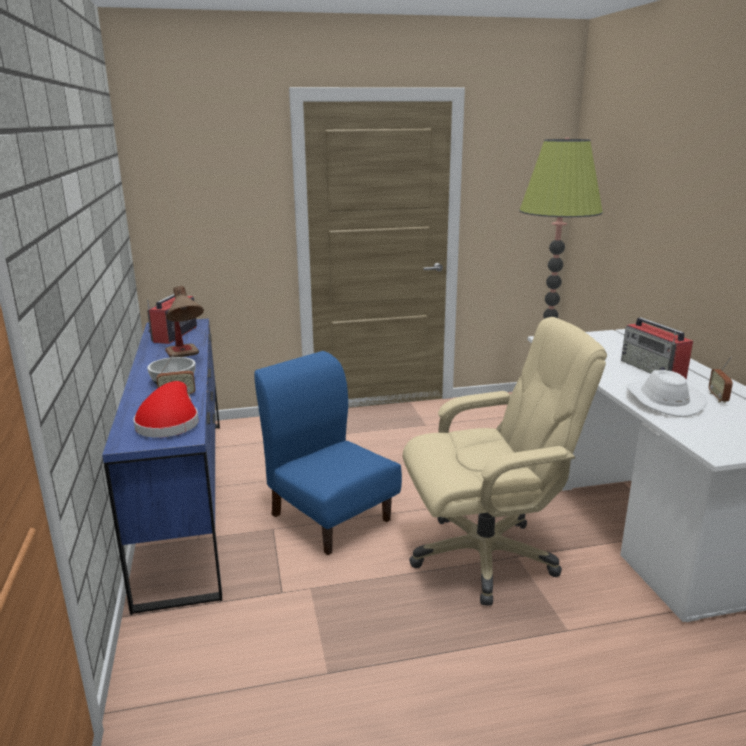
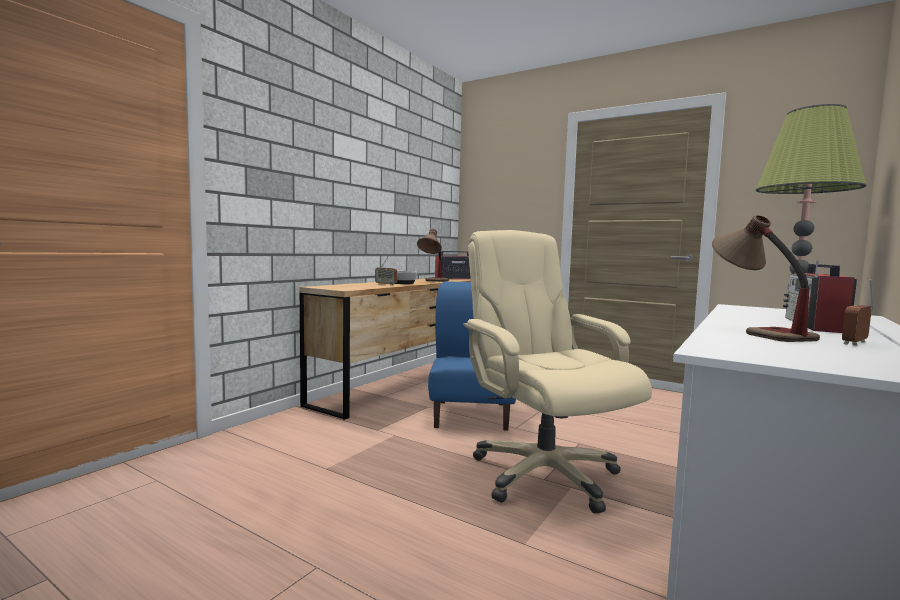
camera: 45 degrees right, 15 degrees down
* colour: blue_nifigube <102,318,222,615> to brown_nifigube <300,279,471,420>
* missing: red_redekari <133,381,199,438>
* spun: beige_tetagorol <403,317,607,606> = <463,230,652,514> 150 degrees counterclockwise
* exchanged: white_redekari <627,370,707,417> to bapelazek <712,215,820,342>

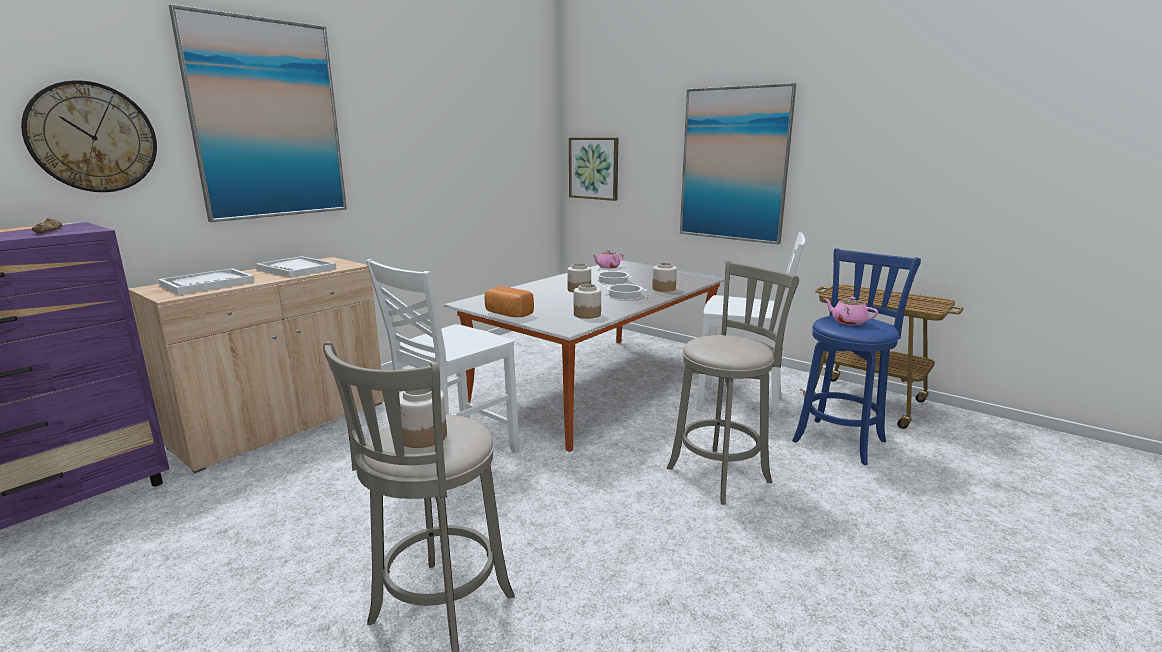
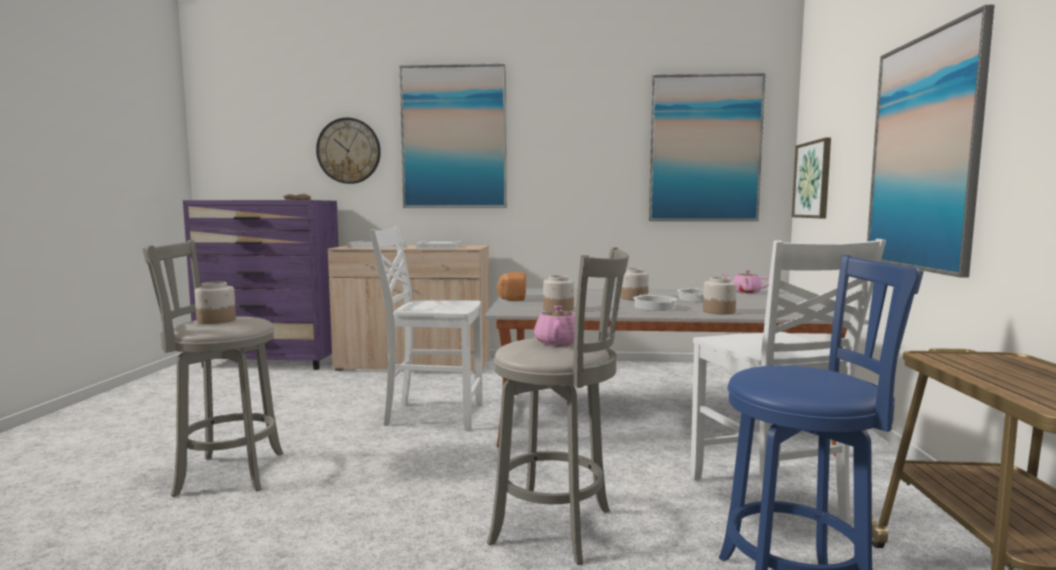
camera: 55 degrees right, 10 degrees down
* relocated: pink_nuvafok <824,297,878,325> to <534,306,576,346>
* appeared: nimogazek <649,73,766,221>

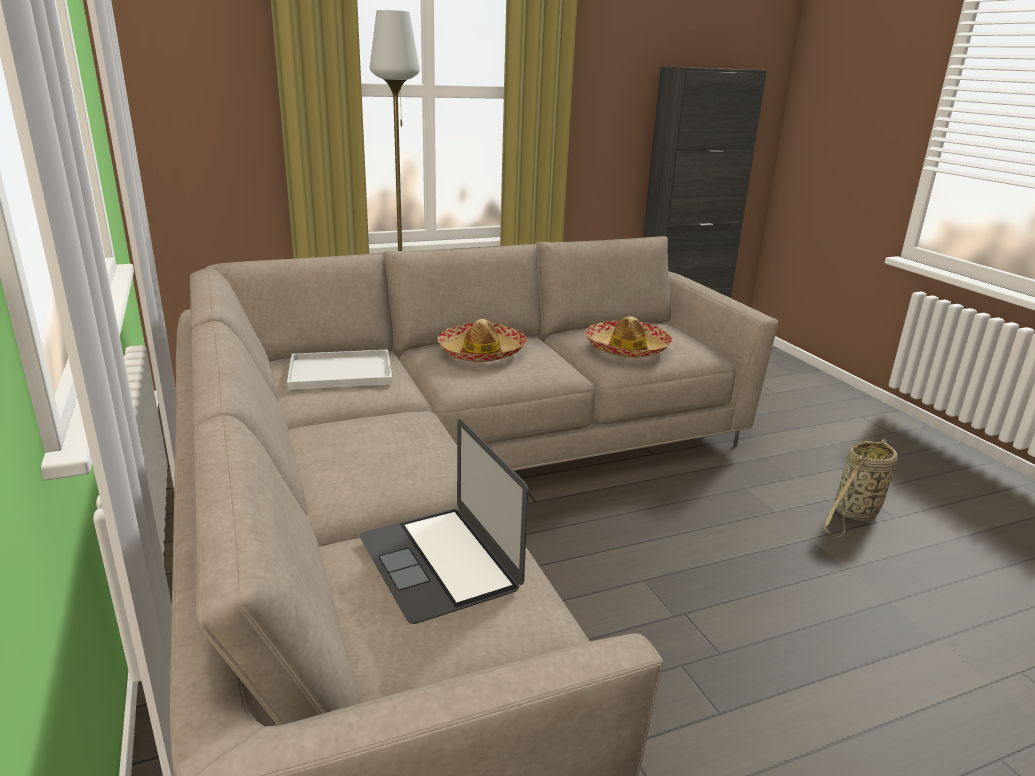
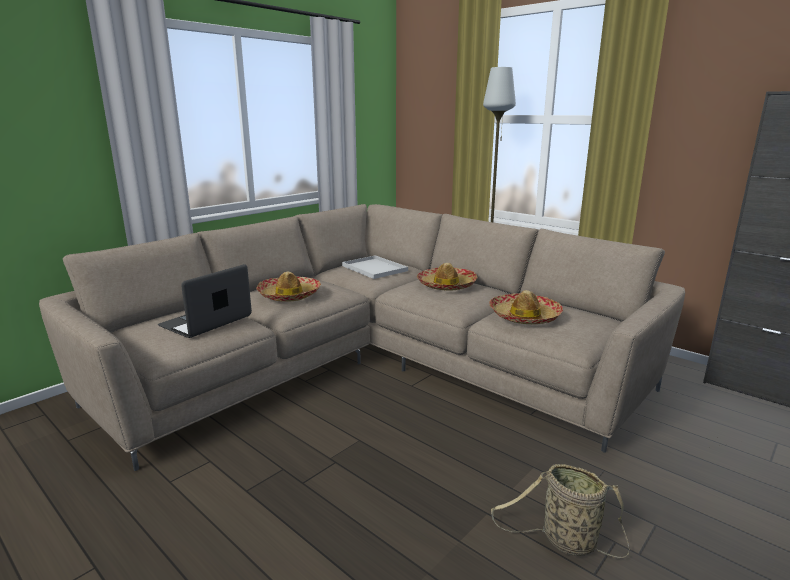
camera: 65 degrees right, 5 degrees down
* appeared: redekari <256,272,321,302>

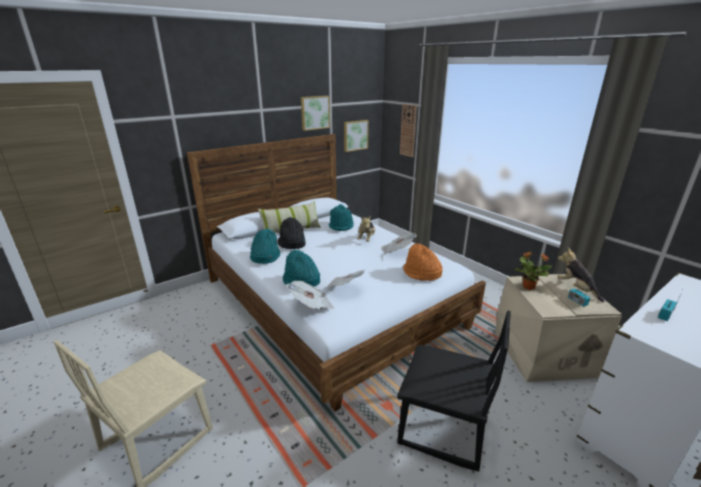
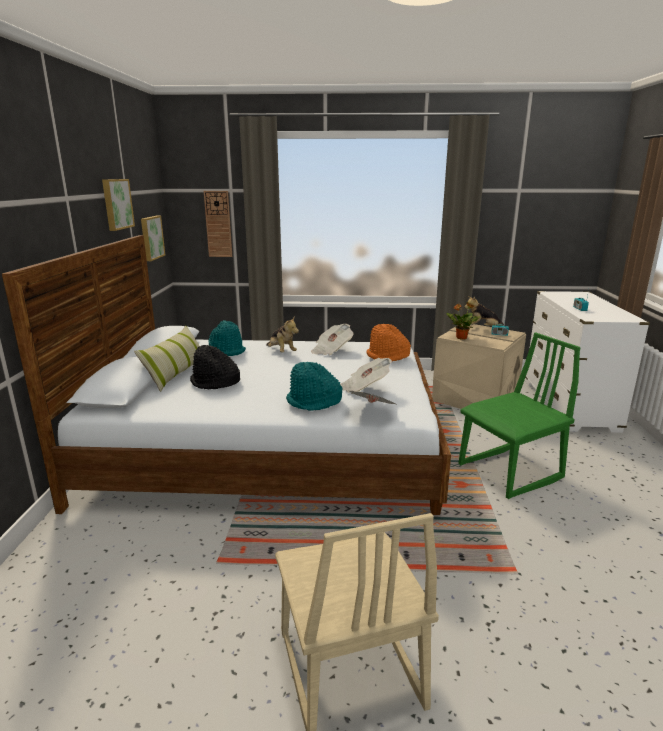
camera: 50 degrees left, 5 degrees down
* missing: turquoise_redekari <250,229,280,264>
* colour: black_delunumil <397,311,511,472> to green_delunumil <458,333,581,499>

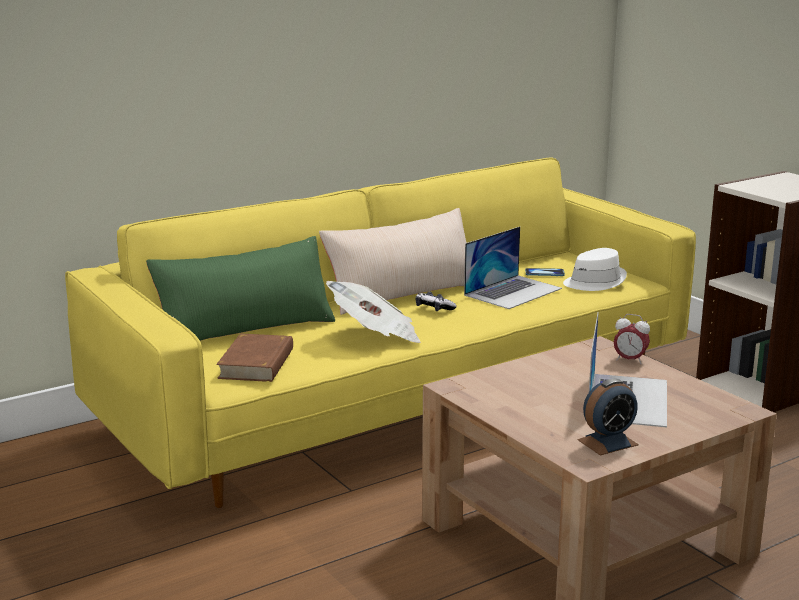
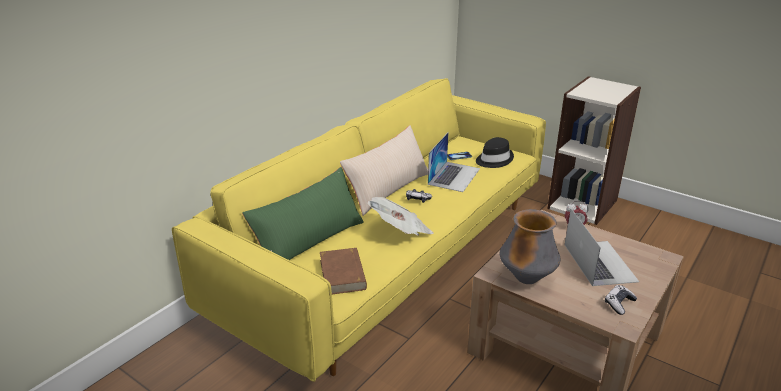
camera: 20 degrees left, 10 degrees up
* colour: white_redekari <563,248,627,291> to black_redekari <476,137,514,168>
* exchanged: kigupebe <578,379,639,455> to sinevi <605,285,637,315>
* appeared: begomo <500,209,561,284>

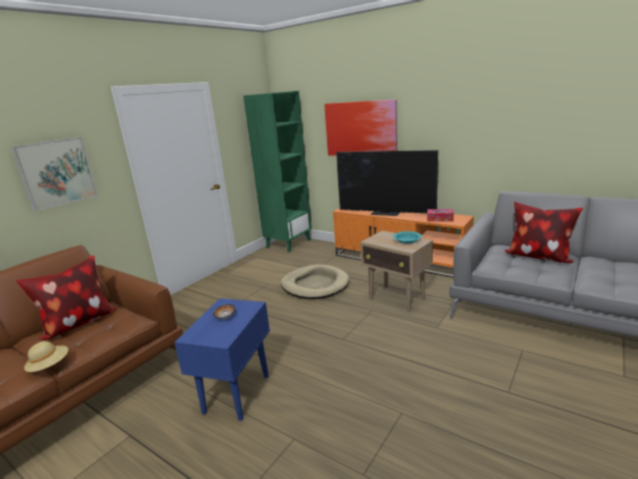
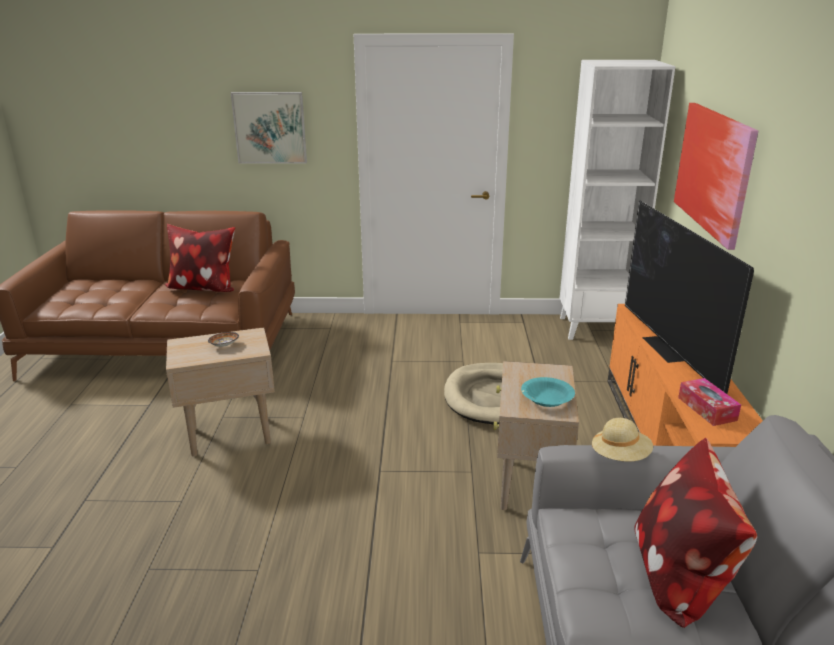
camera: 55 degrees right, 5 degrees up
* relocated: beige_redekari <24,341,68,372> to <592,418,653,462>
* colour: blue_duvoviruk <174,298,270,421> to beige_duvoviruk <166,327,275,457>
* colour: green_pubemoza <243,91,312,252> to white_pubemoza <560,60,676,340>

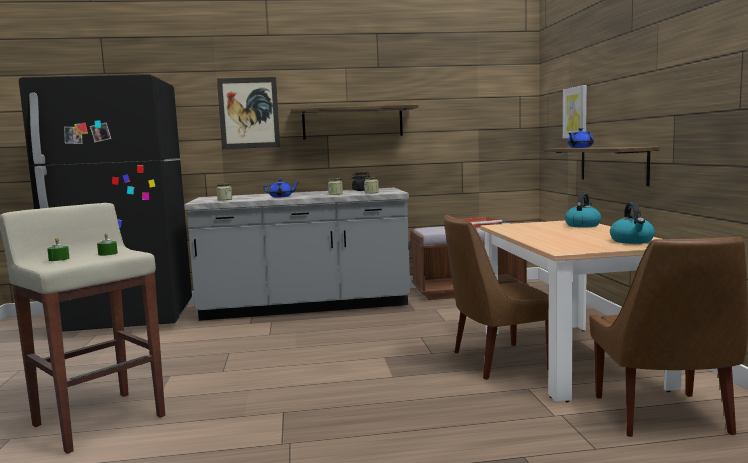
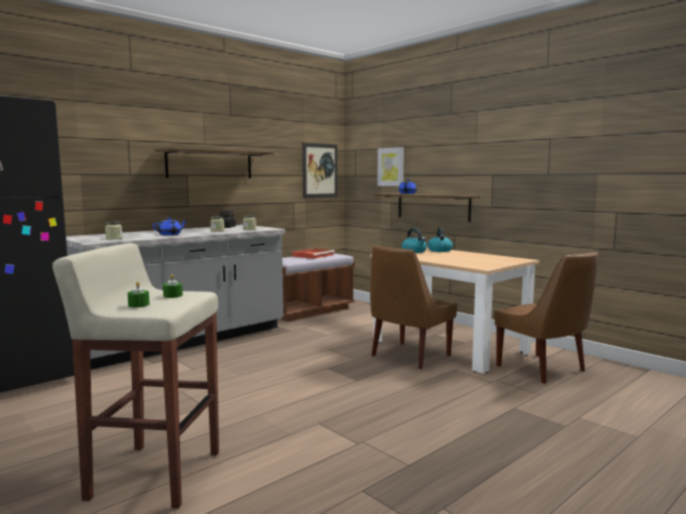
camera: 35 degrees left, 0 degrees up
* relocated: nimogazek <217,77,280,149> to <302,143,338,198>
* relocated: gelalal <610,202,655,244> to <402,228,427,253>

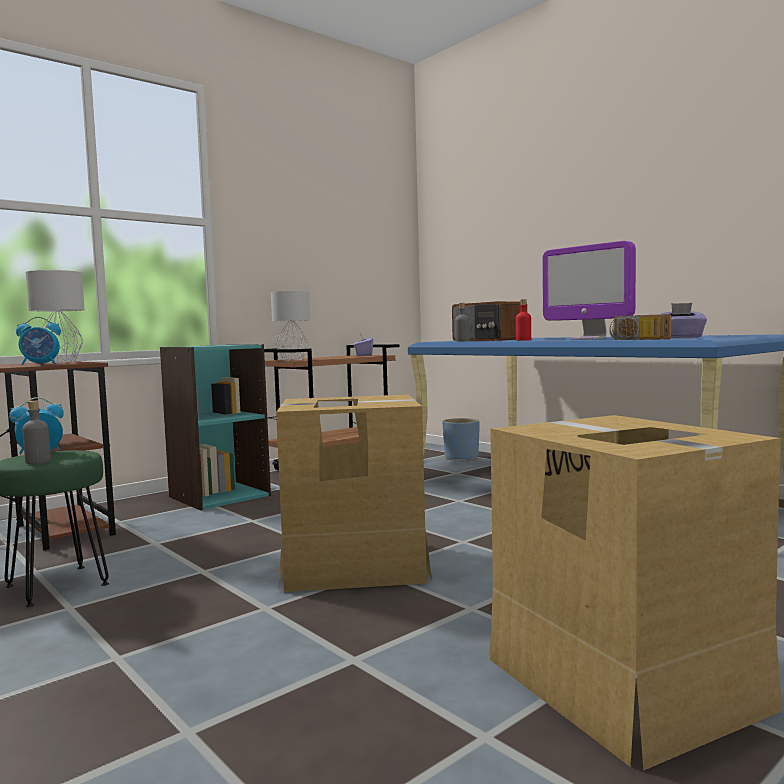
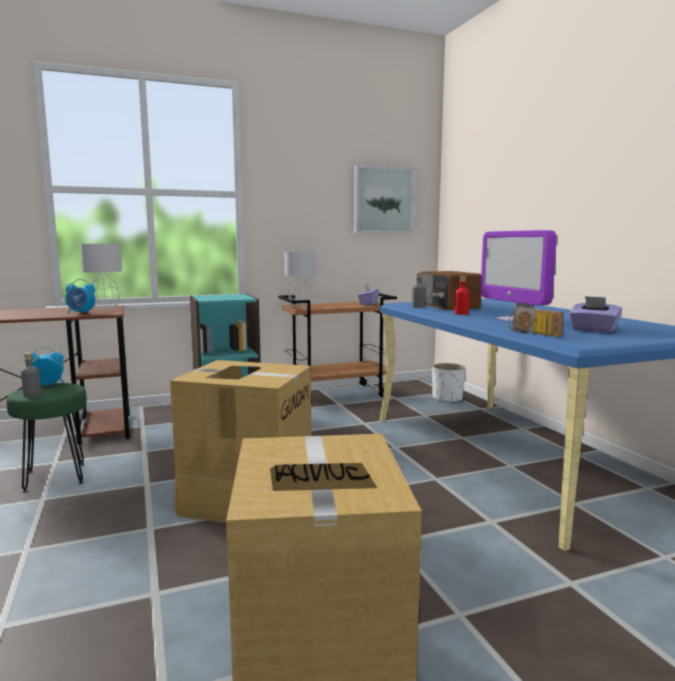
camera: 20 degrees right, 5 degrees up
* colour: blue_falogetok <442,418,480,460> to white_falogetok <432,363,465,403>
* appeared: nimogazek <354,165,416,233>

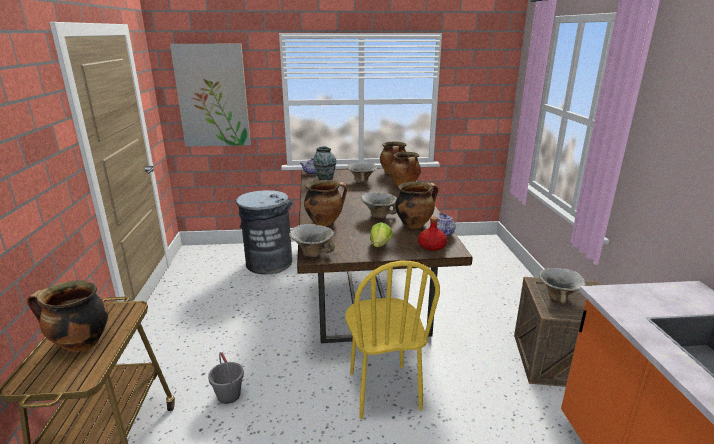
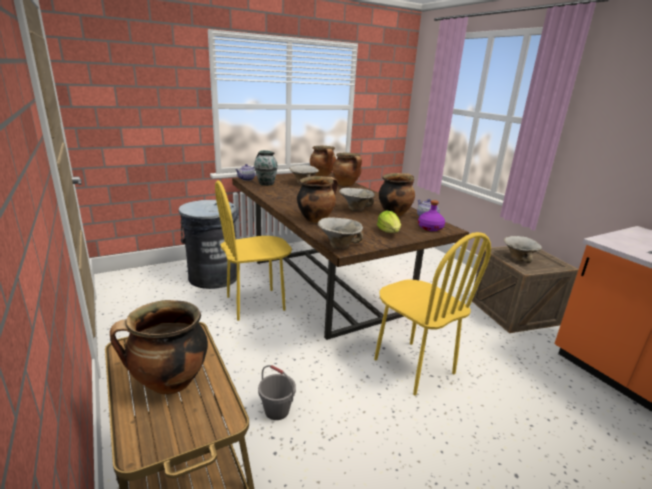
camera: 25 degrees left, 0 degrees up
* missing: nimogazek <170,44,251,147>
* colour: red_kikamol <418,217,447,251> to purple_kikamol <418,200,445,231>
* appeared: yellow_delunumil <215,180,292,321>

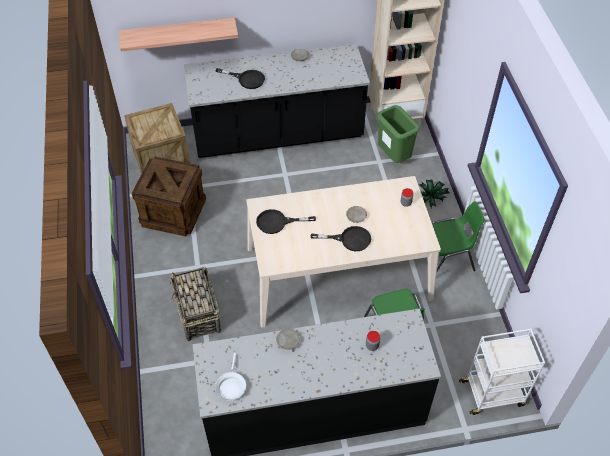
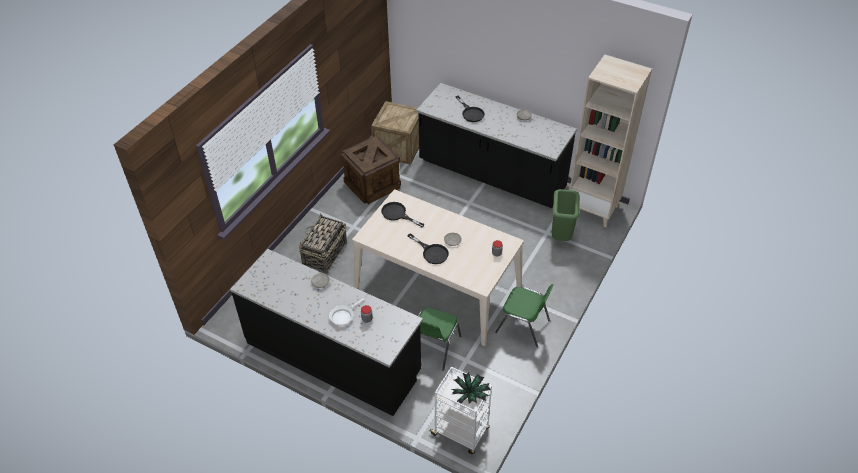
camera: 40 degrees right, 5 degrees down
* missing: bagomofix <119,18,238,51>
* relocated: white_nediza <215,353,246,401> to <329,299,364,325>
* relocated: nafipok <418,180,450,208> to <450,372,491,404>

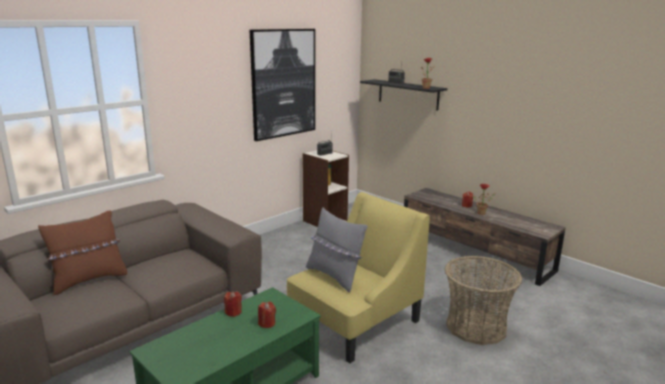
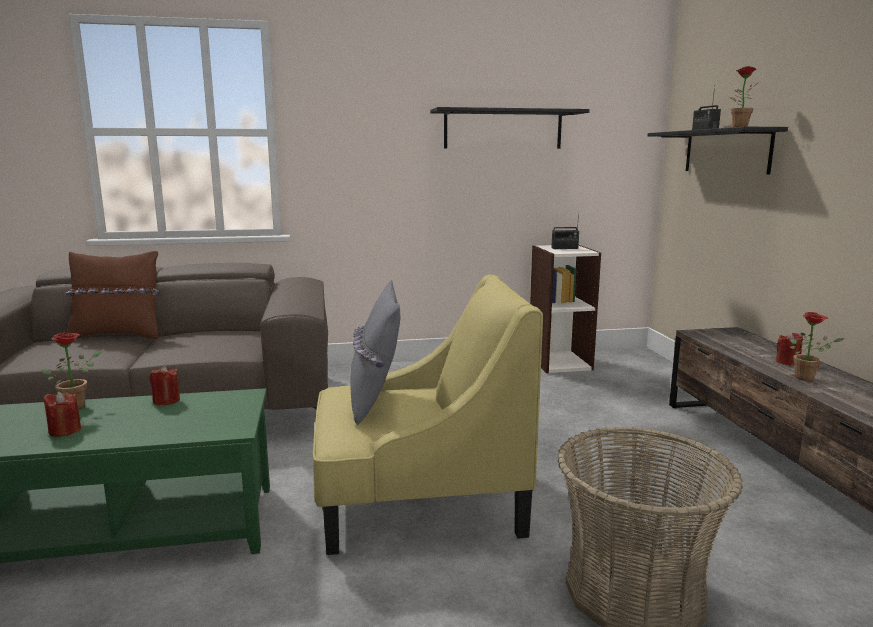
camera: 35 degrees right, 5 degrees down
* exchanged: nimogazek <250,29,315,141> to black_bagomofix <430,107,590,149>
* relocated: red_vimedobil <258,301,276,328> to <43,392,81,437>
* appeared: nafipok <42,332,102,409>

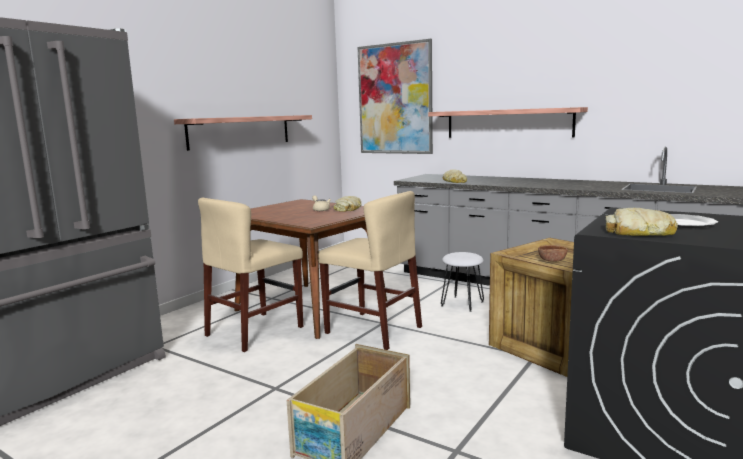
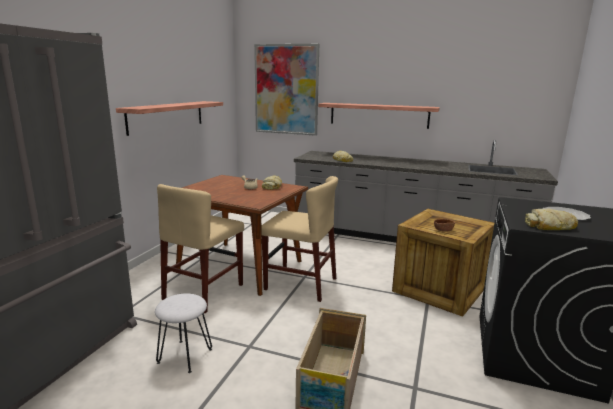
camera: 15 degrees left, 5 degrees up
* relocated: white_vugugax <441,252,484,312> to <155,293,212,373>

